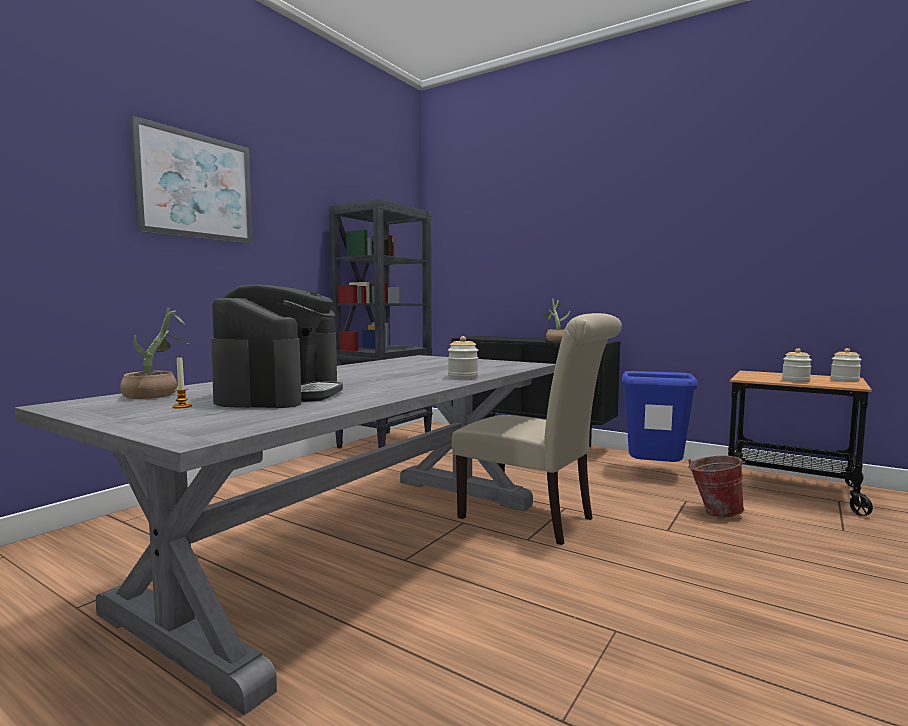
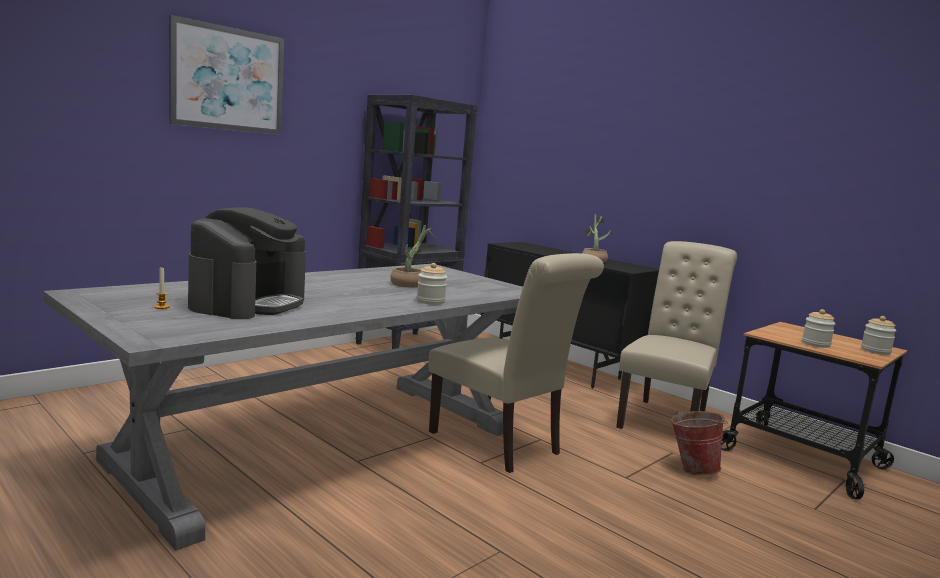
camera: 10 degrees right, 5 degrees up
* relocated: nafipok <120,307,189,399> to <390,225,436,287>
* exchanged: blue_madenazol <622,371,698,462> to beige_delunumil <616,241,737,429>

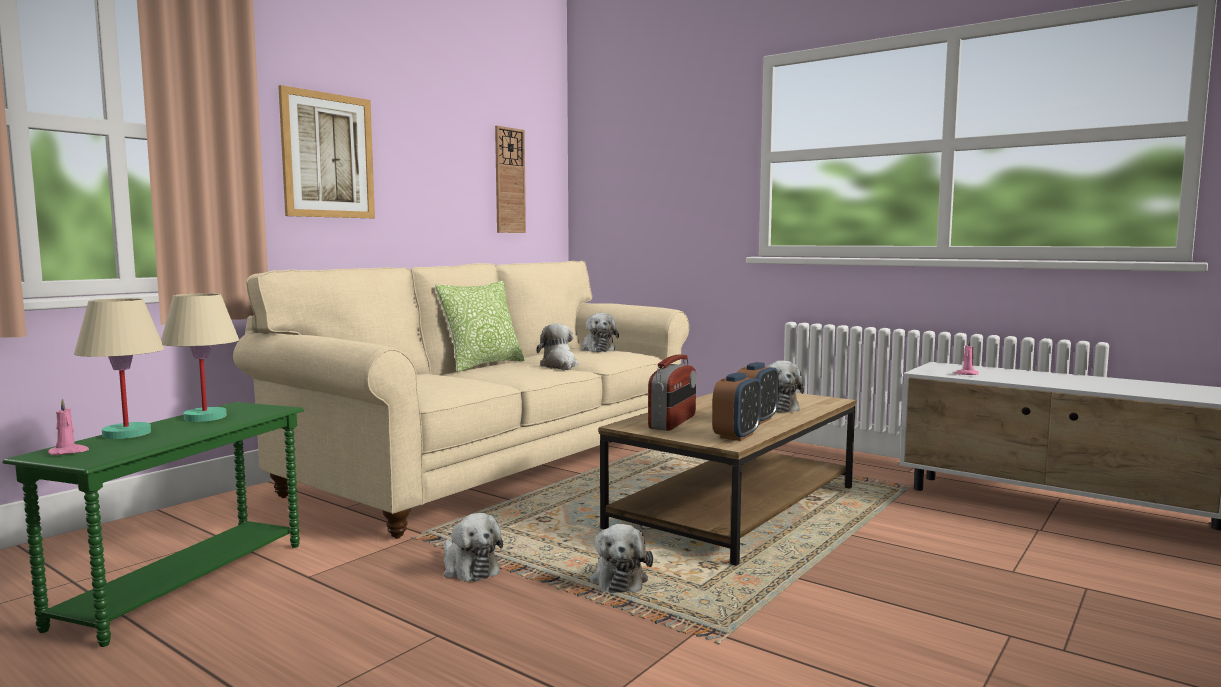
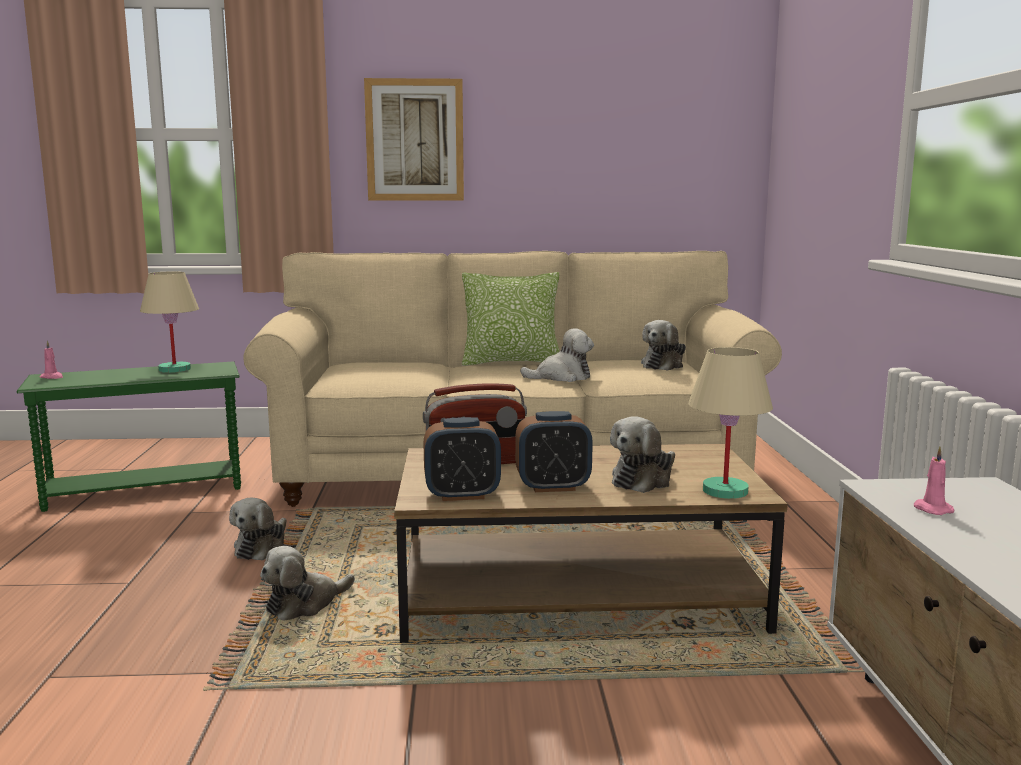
camera: 50 degrees right, 5 degrees up
* relocated: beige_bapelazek <74,298,165,439> to <688,347,773,499>
* missing: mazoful <495,126,526,233>
* spun: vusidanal <536,323,578,370> = <520,328,594,382> 45 degrees clockwise

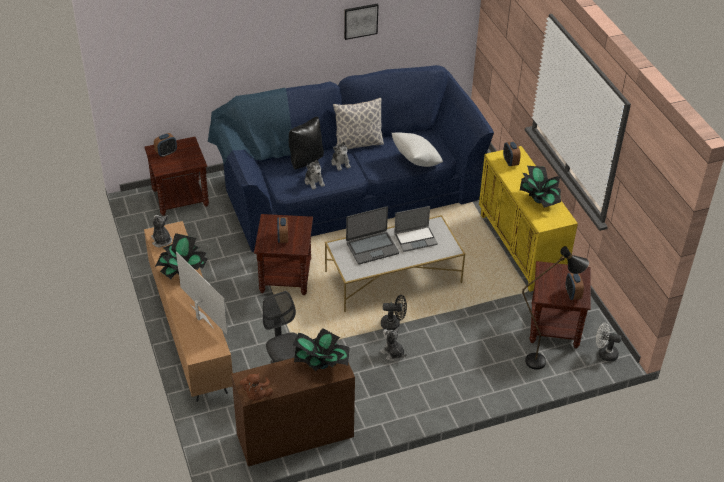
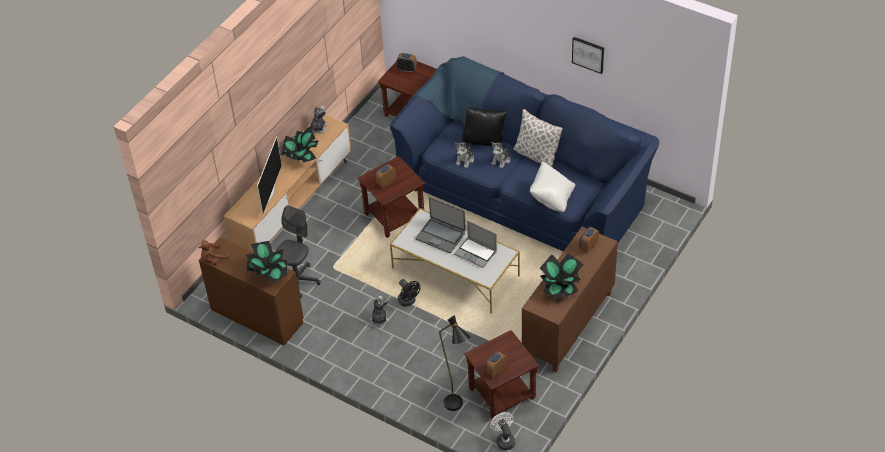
camera: 55 degrees right, 5 degrees up
* colour: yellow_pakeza <479,146,578,292> to brown_pakeza <522,227,618,372>

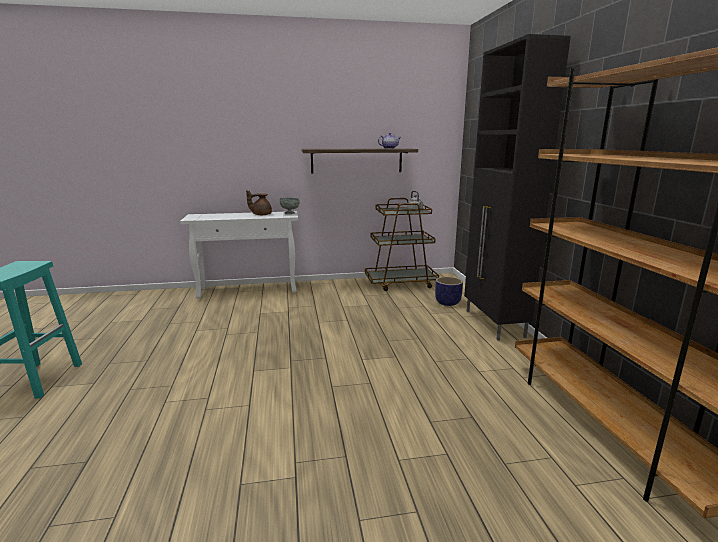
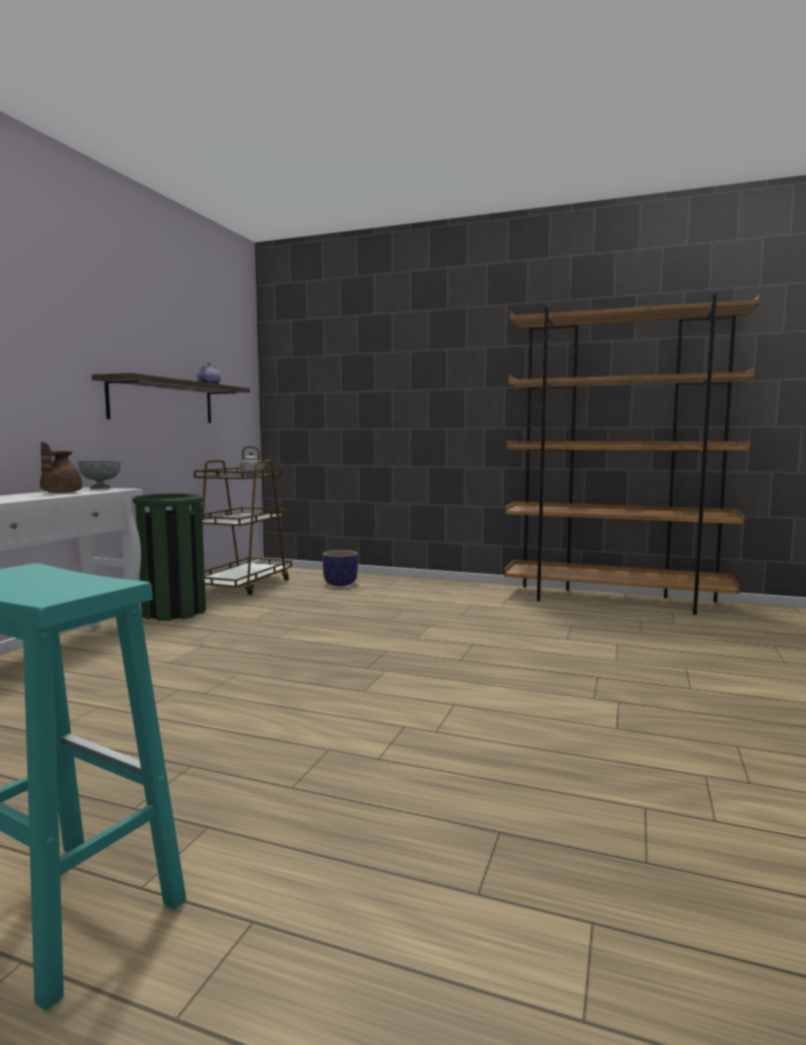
camera: 60 degrees left, 10 degrees down
* missing: black_pakeza <464,34,571,341>
* appeared: green_madenazol <133,493,206,621>

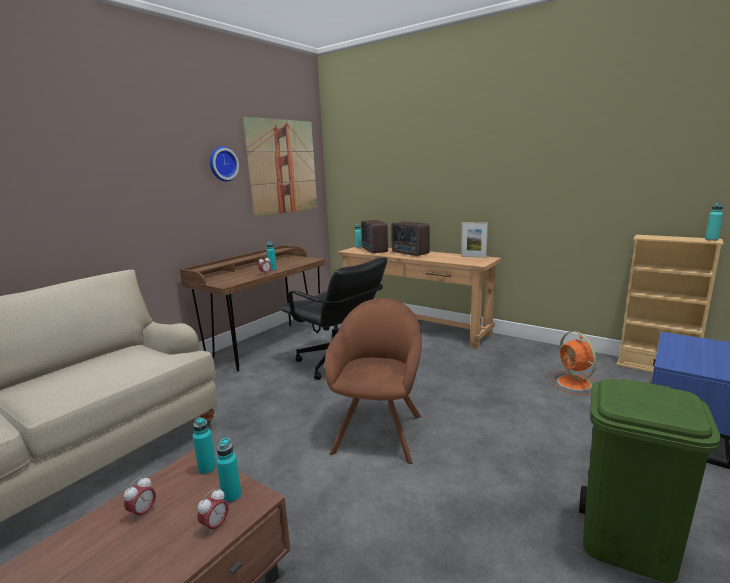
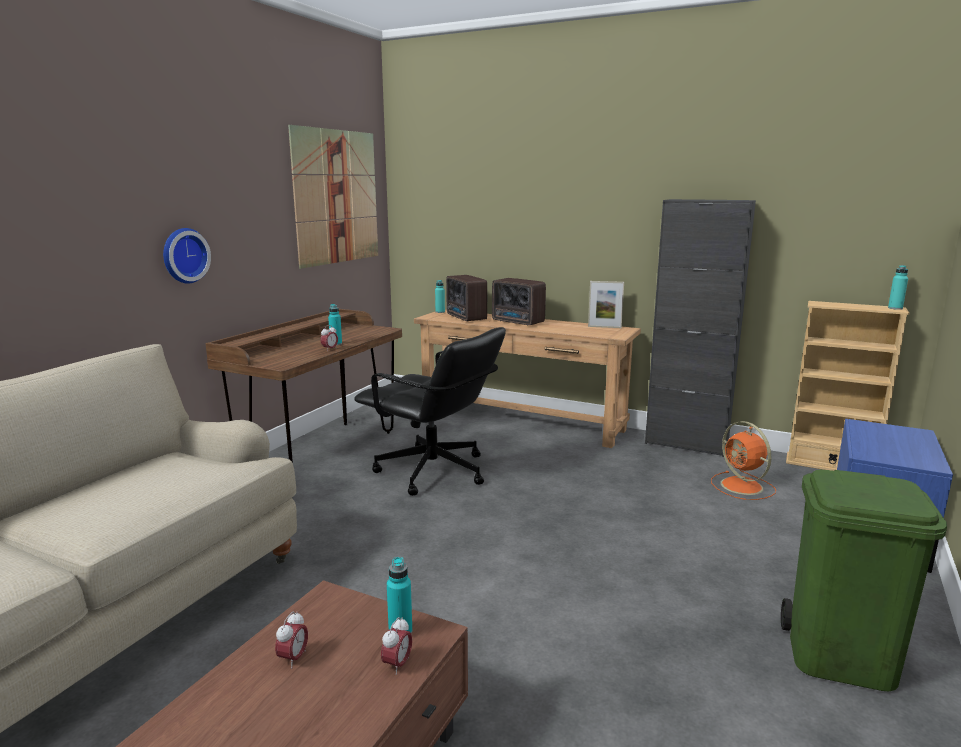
camera: 10 degrees left, 0 degrees up
* missing: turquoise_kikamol <193,417,217,475>
* relocated: mazoful <210,146,239,182> to <163,228,211,284>
* missing: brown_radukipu <325,298,422,464>
* appeared: black_pakeza <645,199,756,457>

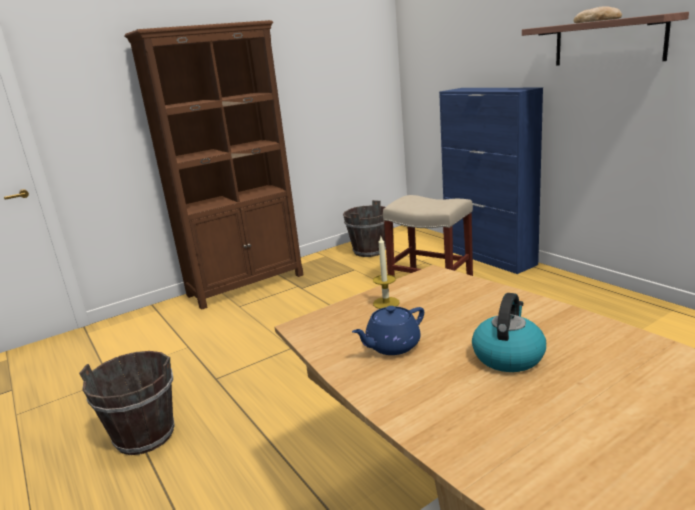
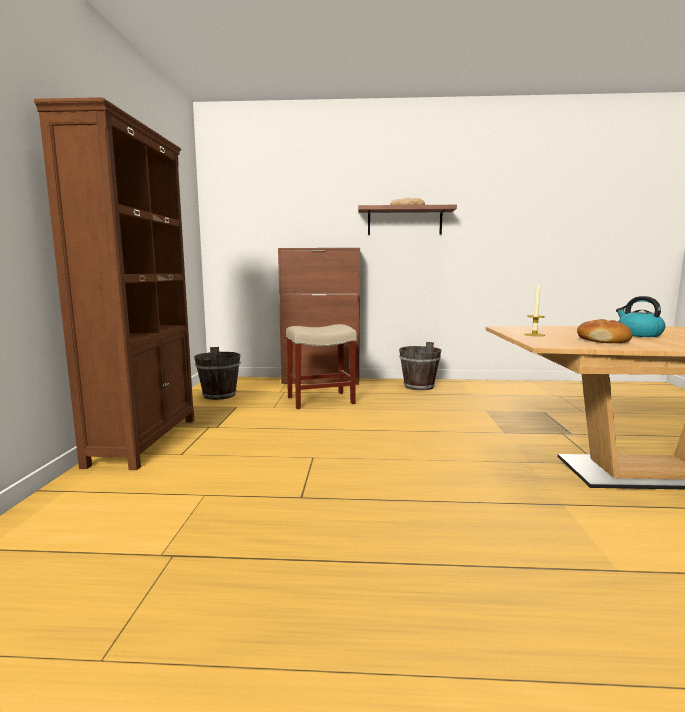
camera: 55 degrees left, 10 degrees down
* relocated: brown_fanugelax <79,351,175,455> to <399,342,441,390>
* exchanged: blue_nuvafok <352,306,424,355> to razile <577,319,632,343>
* colour: blue_pakeza <439,88,543,274> to brown_pakeza <278,248,360,385>

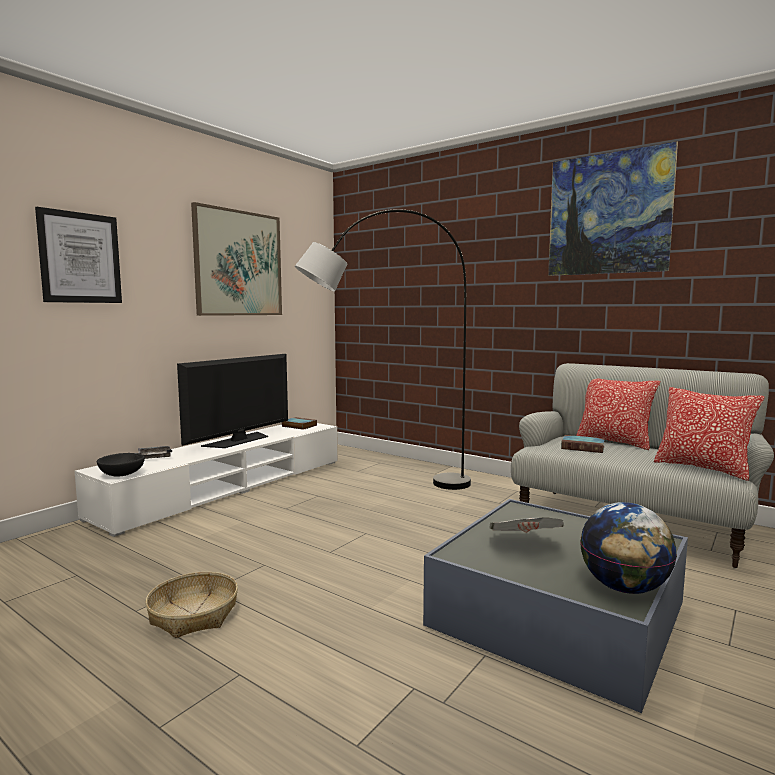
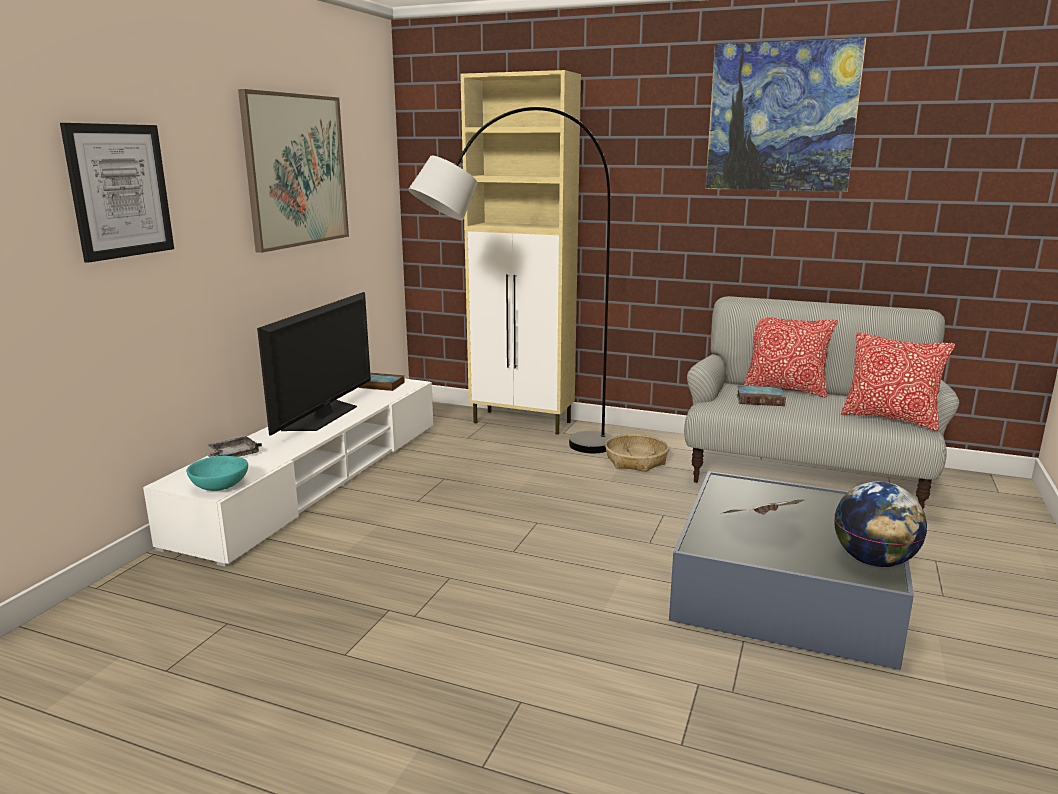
camera: 15 degrees left, 10 degrees up
* colour: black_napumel <97,453,145,477> to turquoise_napumel <186,456,248,491>
* relocated: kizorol <145,572,238,638> to <605,434,669,472>
* appeared: beige_pakeza <460,70,581,435>

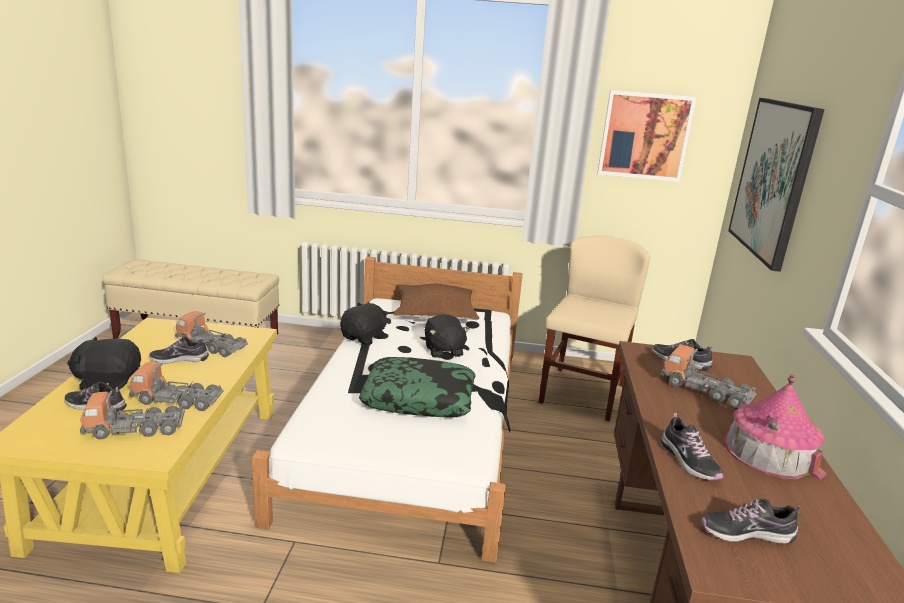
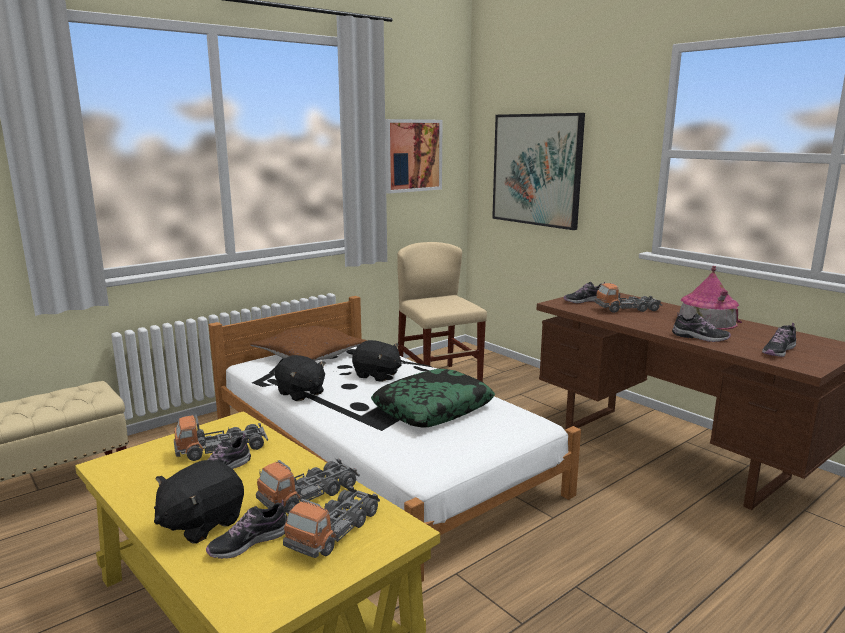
camera: 45 degrees left, 5 degrees down
* spun: black_vusidanal <340,303,389,345> = <275,355,326,401> 150 degrees clockwise

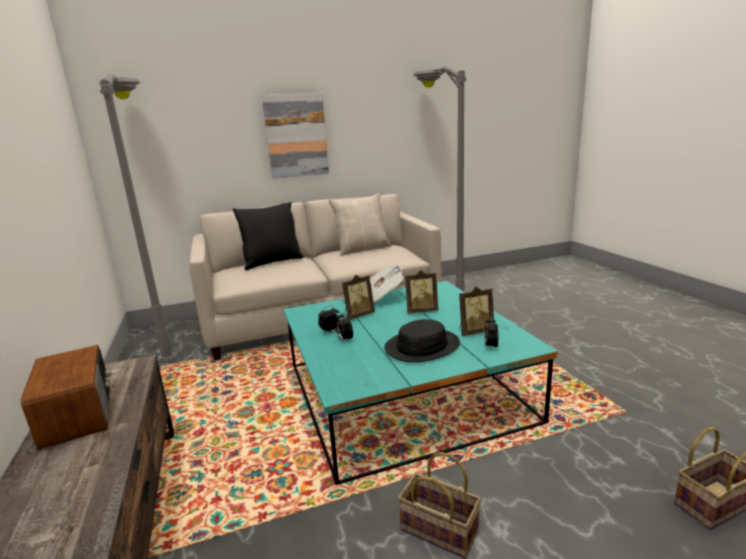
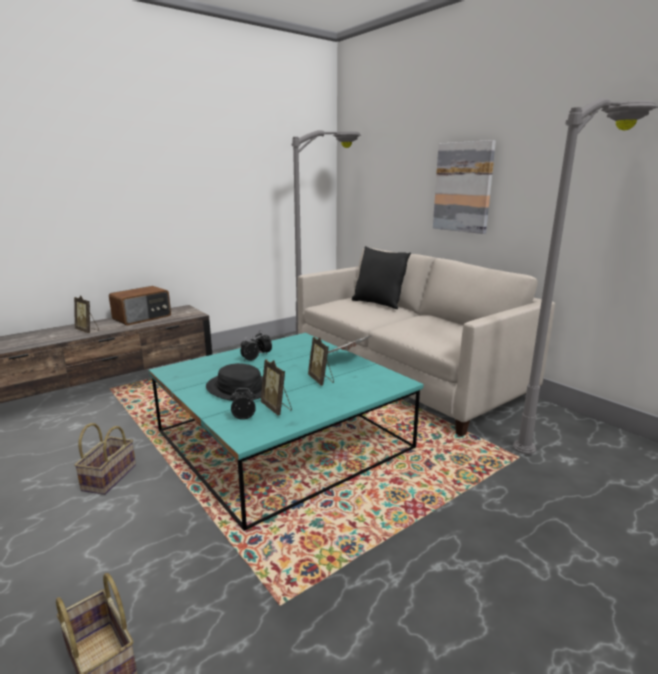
camera: 70 degrees right, 0 degrees up
* missing: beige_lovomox <329,193,391,256>
* relocated: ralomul <342,275,375,320> to <74,295,99,333>

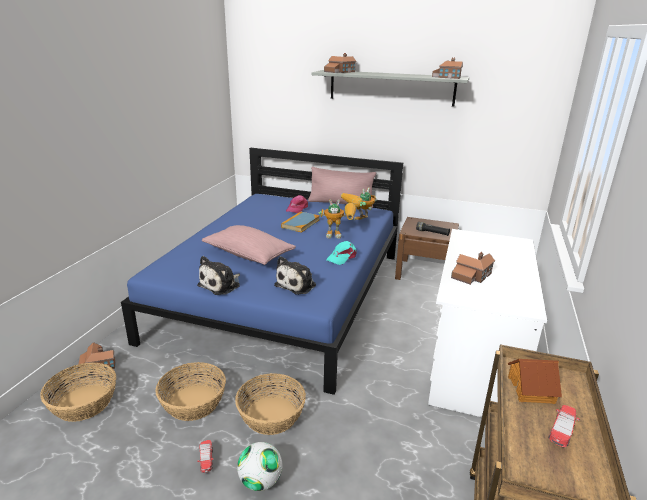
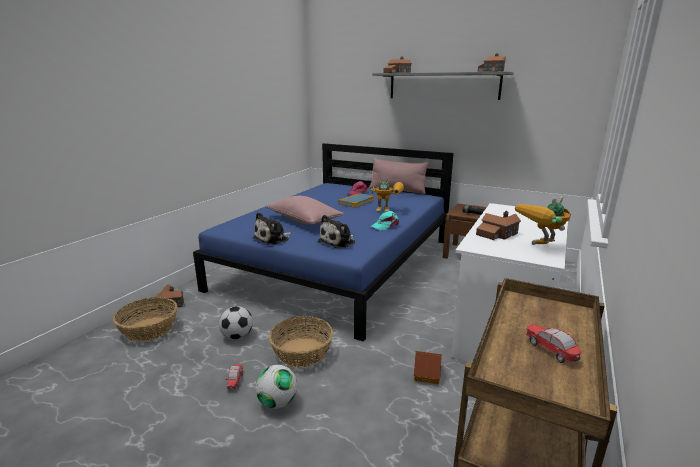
camera: 10 degrees right, 5 degrees down
* exchanged: kizorol <155,362,226,421> to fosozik <219,306,253,340>
* relocated: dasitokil <341,187,377,220> to <515,196,571,245>
* relocated: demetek <508,359,562,404> to <414,351,442,384>
* spun: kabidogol <548,405,580,447> = <526,324,582,363> 75 degrees counterclockwise

